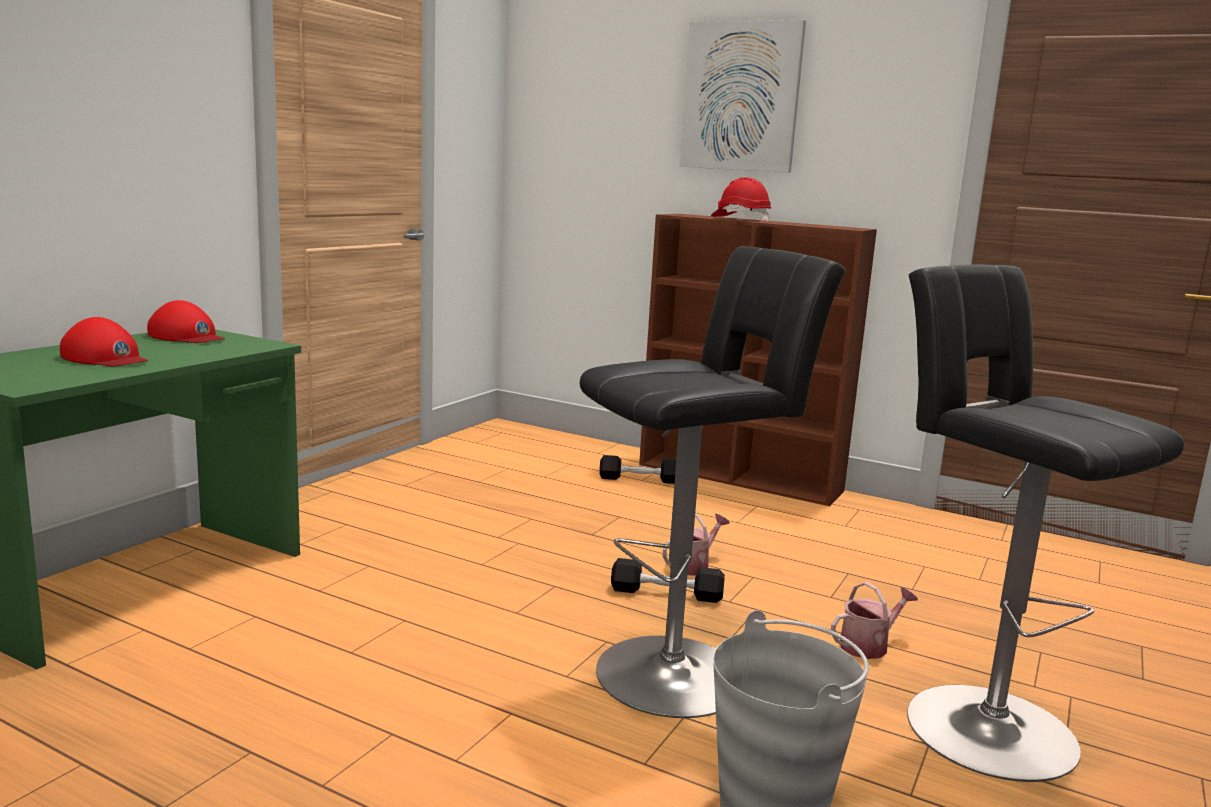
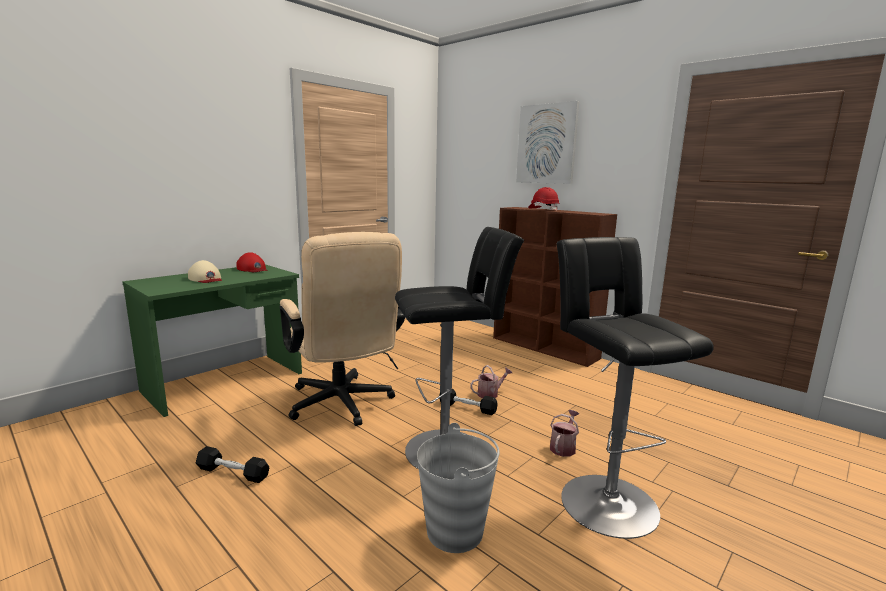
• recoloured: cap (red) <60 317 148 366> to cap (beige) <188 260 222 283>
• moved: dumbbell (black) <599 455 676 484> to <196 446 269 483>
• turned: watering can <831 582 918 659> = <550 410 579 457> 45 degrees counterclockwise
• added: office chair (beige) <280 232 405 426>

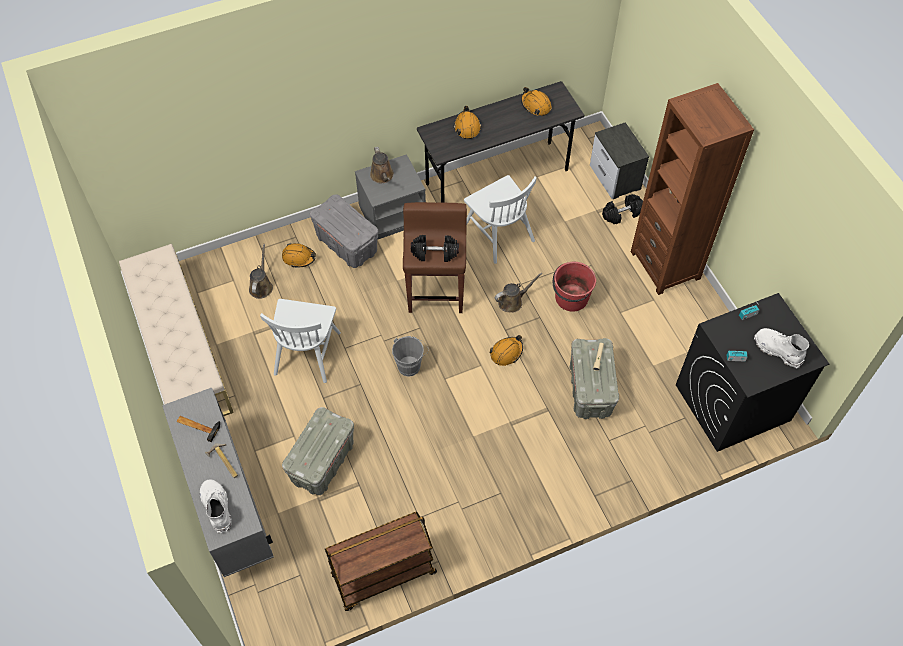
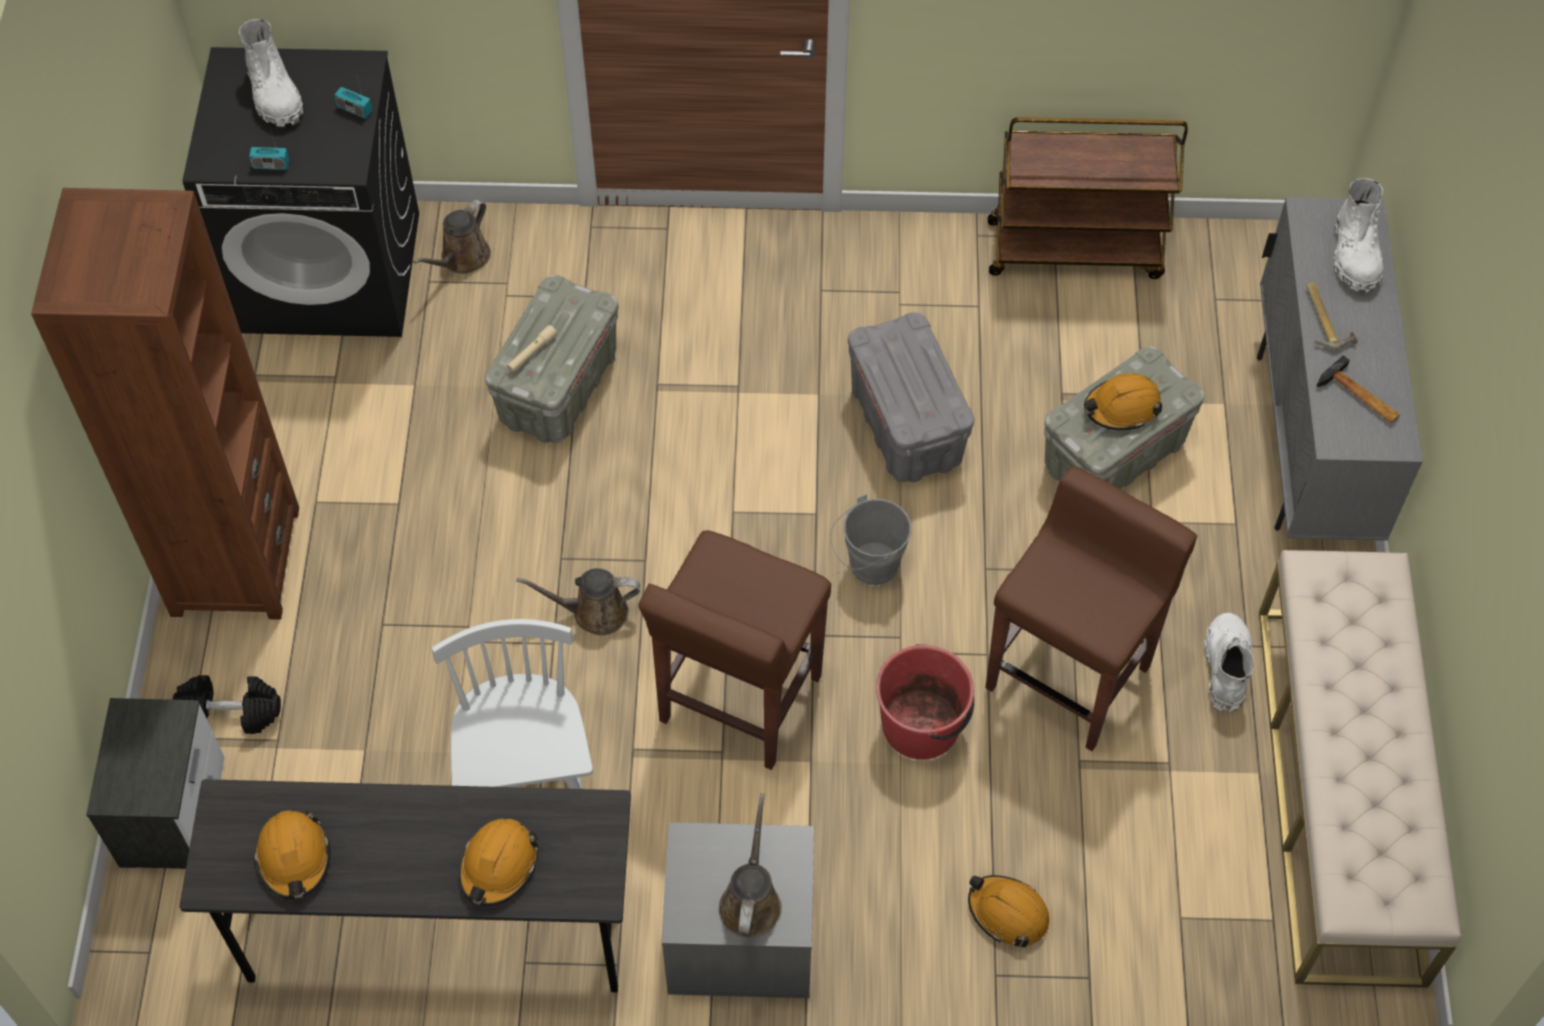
• moved: watering can (brown) <249 244 273 299> to <413 200 491 274>
• replaced: chair (white) <260 299 341 383> to stool (brown) <985 466 1198 751>
• moved: storage box (grey) <310 194 378 268> to <848 312 974 482>
• removed: dumbbell (black) <411 235 459 262>
• moved: hard hat (orange) <489 335 523 366> to <1084 373 1162 430>
• moved: bucket (red) <553 262 596 312> to <876 645 974 759>
• added: boot (white) <1204 613 1254 712>

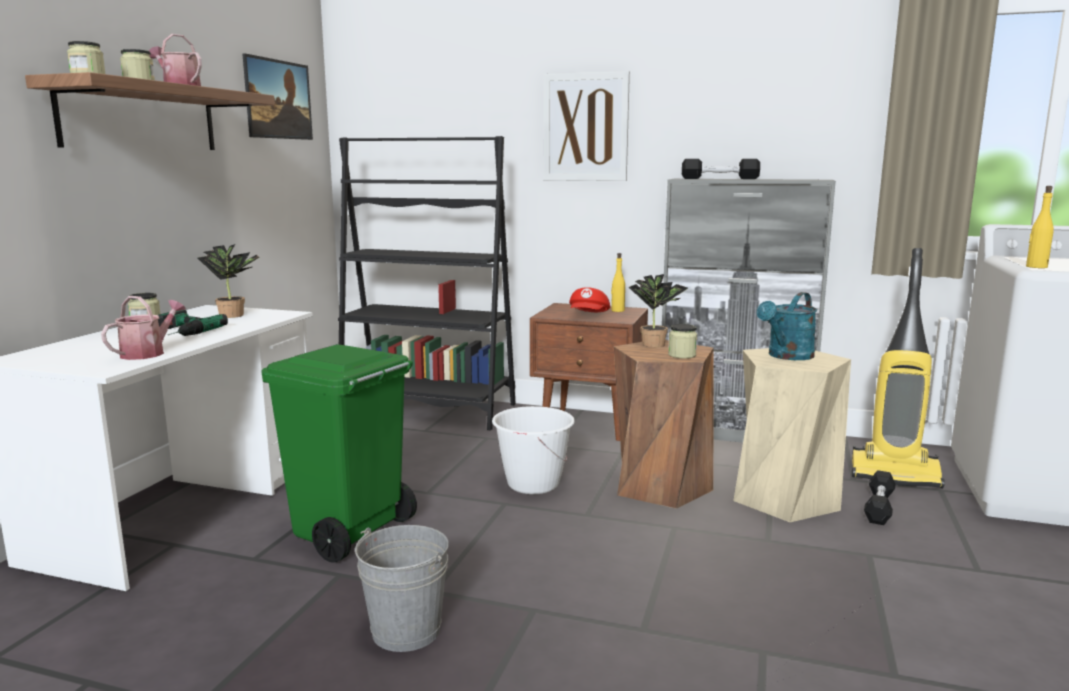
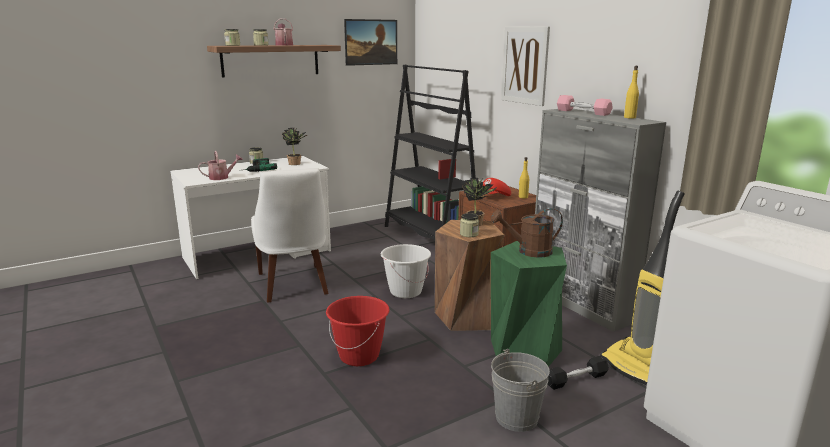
• replaced: trash can (green) <261 344 417 563> to chair (white) <251 168 329 303>
• moved: bucket (grey) <355 525 449 652> to <491 349 550 432>
• recoloured: dumbbell (black) <682 159 760 179> to dumbbell (pink) <557 95 613 116>
• recoloured: stool (beige) <733 348 851 522> to stool (green) <491 241 567 367>
• recoloured: watering can (turquoise) <757 292 817 360> to watering can (brown) <491 208 563 258>
• moved: bottle (yellow) <1026 186 1054 268> to <624 66 639 118>
• added: bucket (red) <326 296 390 366>

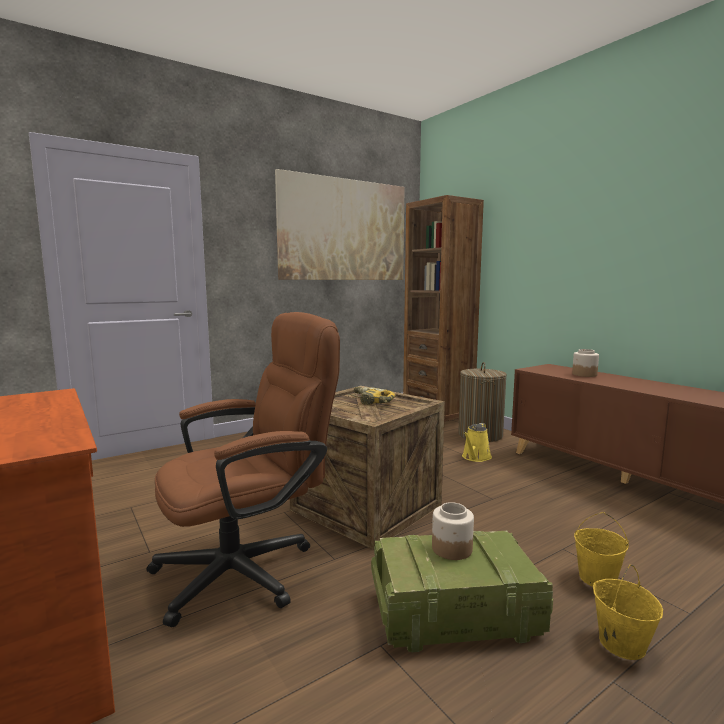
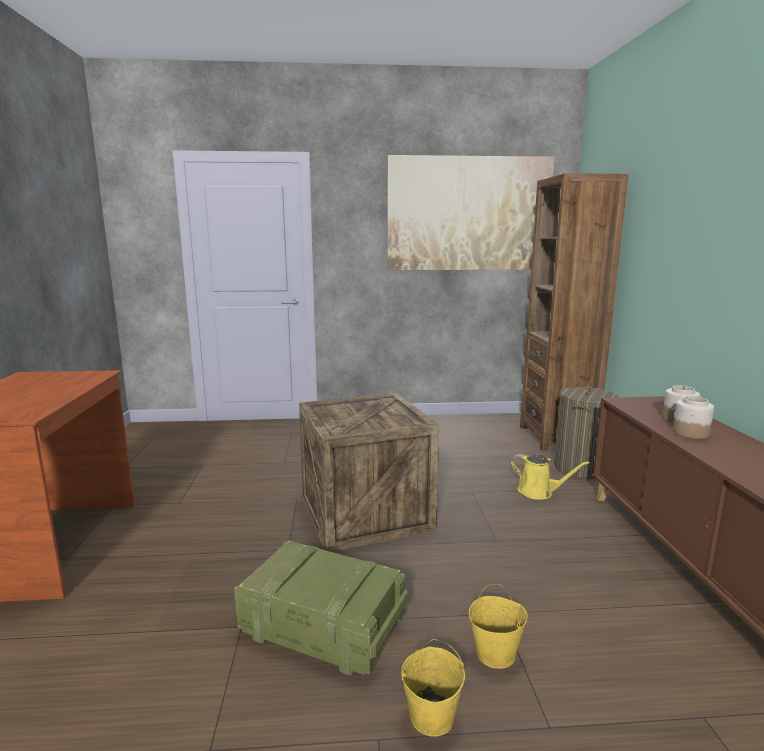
• removed: office chair (brown) <146 312 340 627>
• removed: power drill <348 387 396 405>
• moved: jar <432 502 474 560> to <673 396 714 439>
• turned: watering can (yellow) <462 423 492 462> = <511 454 590 500> 120 degrees counterclockwise

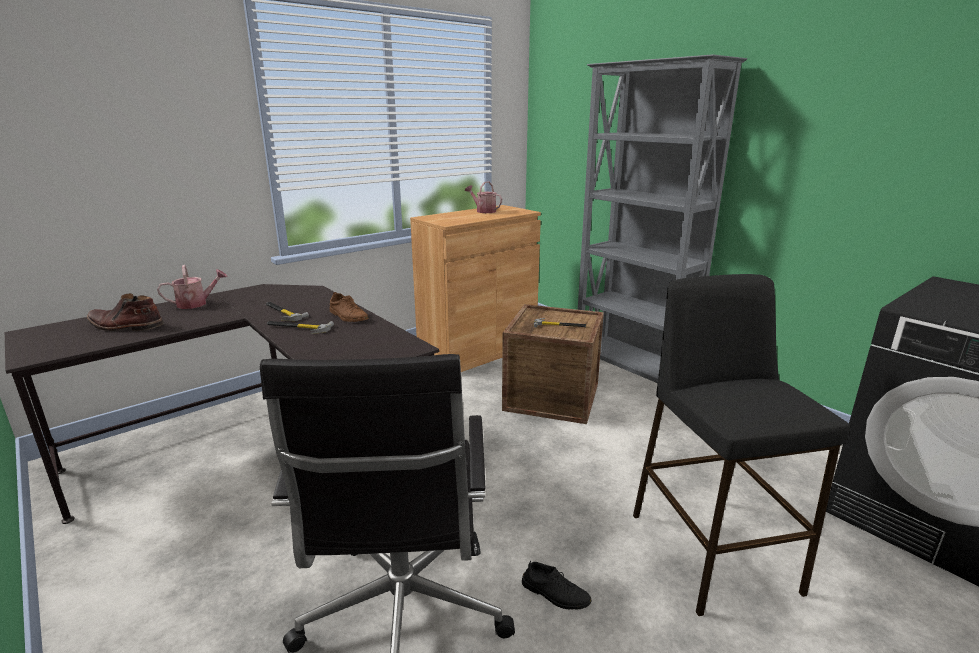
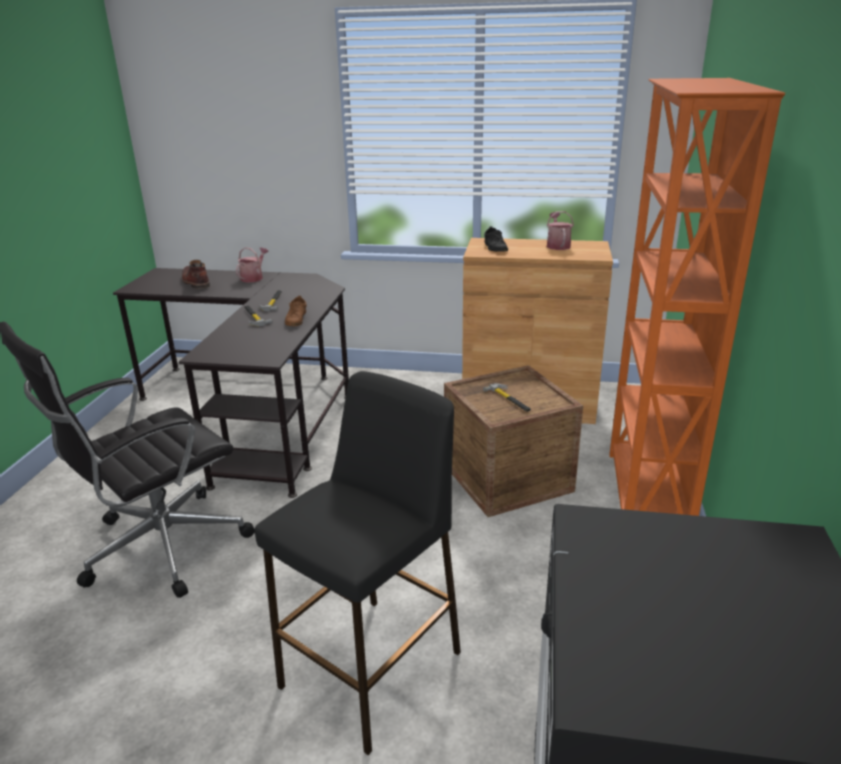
• turned: watering can <157 265 228 309> = <236 247 269 283> 90 degrees counterclockwise
• moved: shoe (black) <522 561 591 610> to <484 226 508 252>
• recoloured: bookcase (grey) <578 54 747 383> to bookcase (orange) <609 78 785 516>

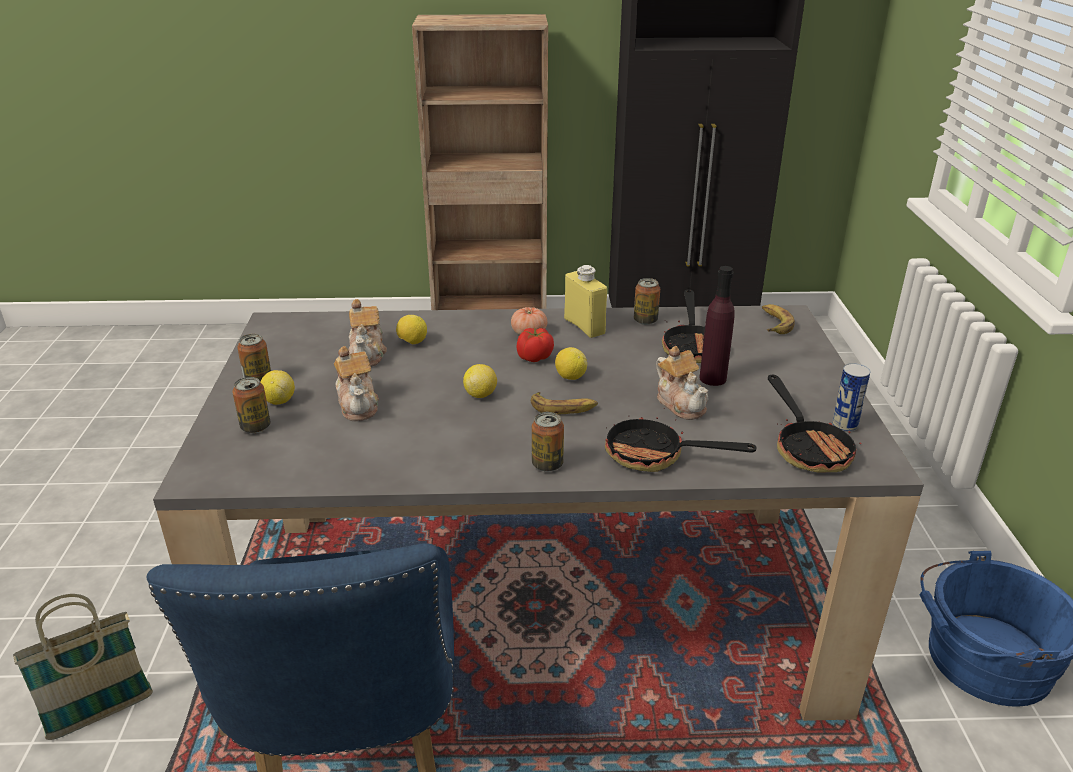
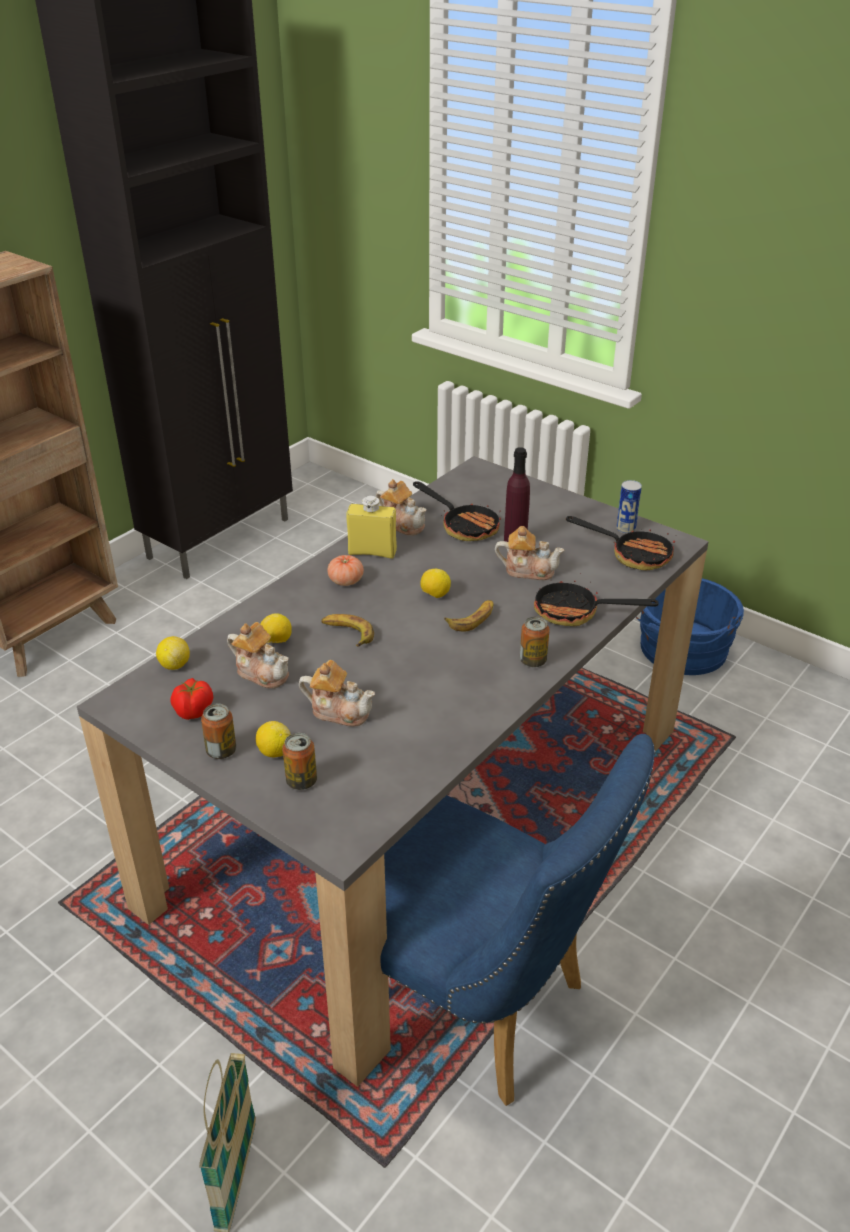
• moved: lemon <463 364 497 398> to <156 636 190 670>
• moved: tomato <517 328 554 362> to <170 678 213 720>
• turned: frying pan <605 408 757 472> = <534 580 659 626> 45 degrees clockwise
• replaced: can <634 278 660 325> to teapot <376 479 427 536>
• moved: banana <762 304 795 334> to <321 614 374 647>

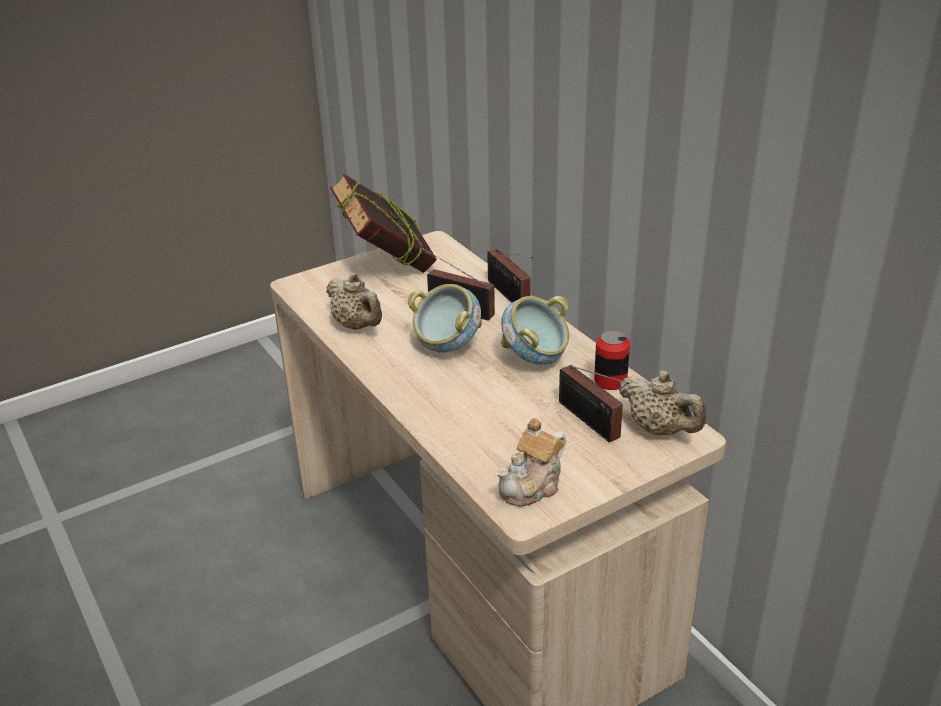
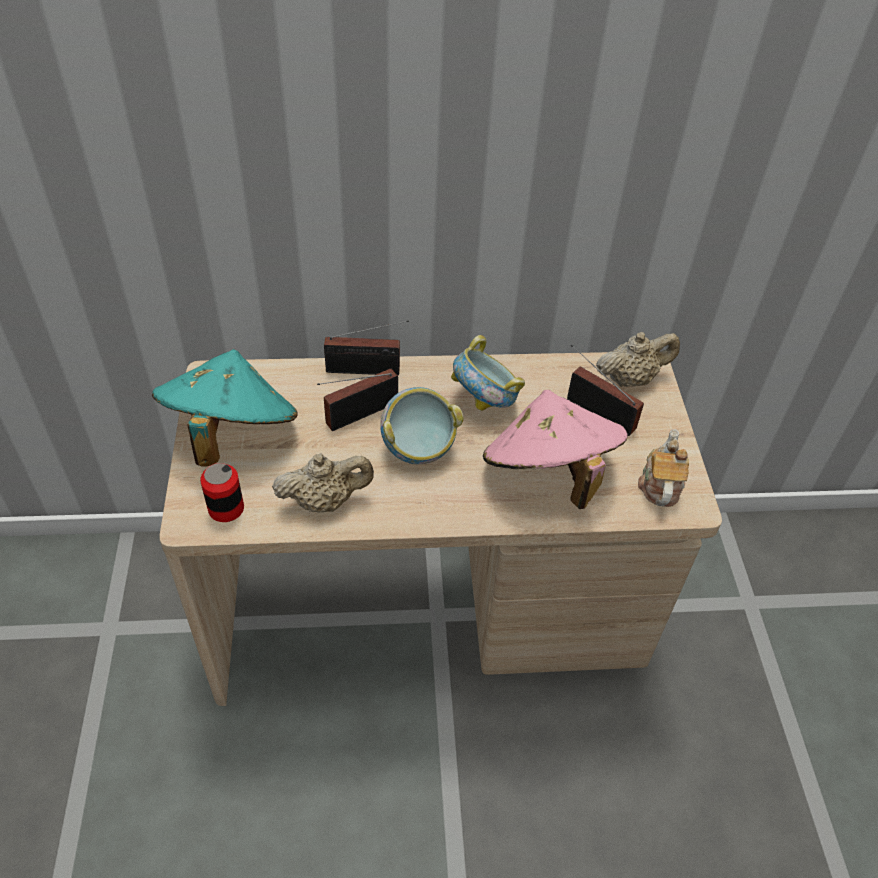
• replaced: book <330 173 437 273> to hat (turquoise) <152 349 298 467>
• turned: teapot <496 418 566 507> = <638 429 689 507> 150 degrees counterclockwise
• turned: radio <559 365 629 442> = <567 344 644 436> 135 degrees counterclockwise
• moved: can <594 331 630 390> to <200 463 244 522>
• added: hat (pink) <483 390 628 509>

